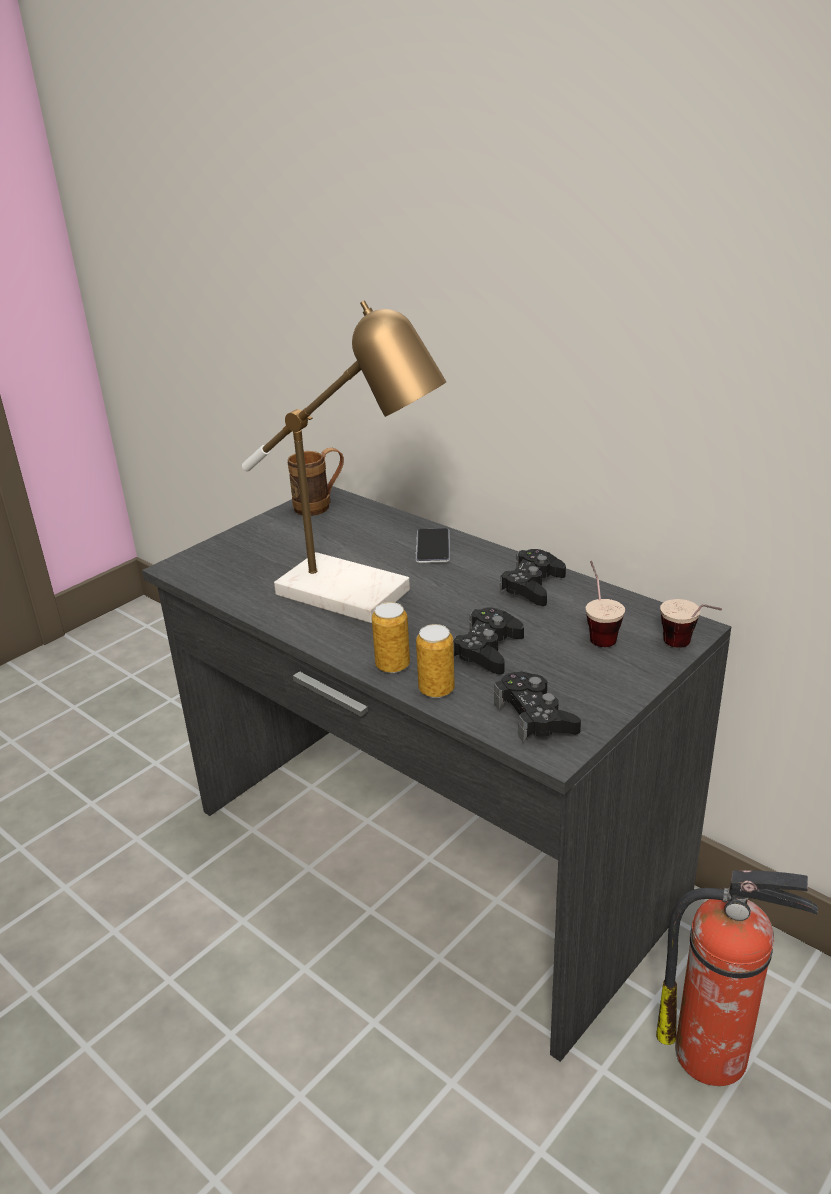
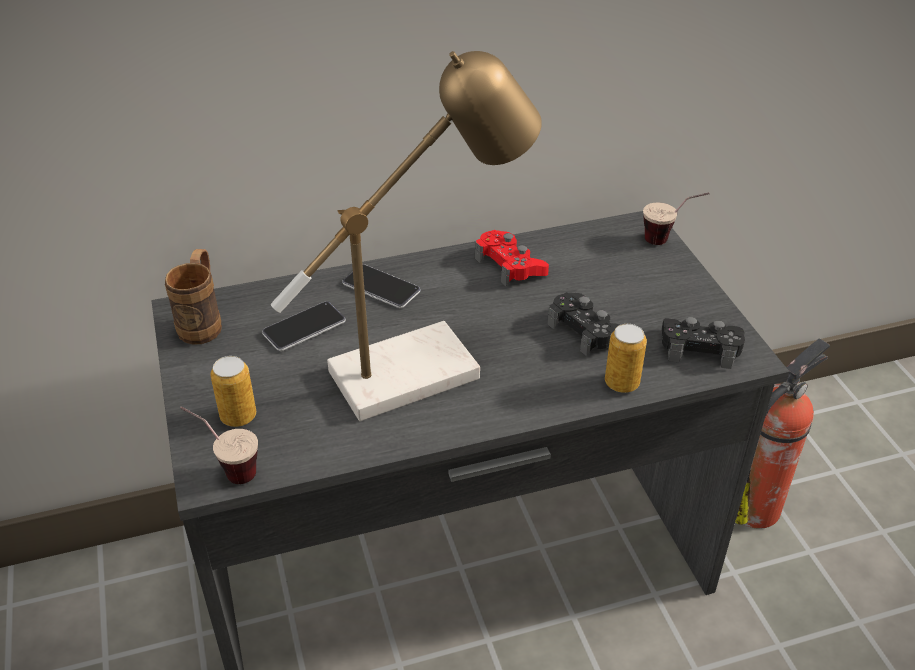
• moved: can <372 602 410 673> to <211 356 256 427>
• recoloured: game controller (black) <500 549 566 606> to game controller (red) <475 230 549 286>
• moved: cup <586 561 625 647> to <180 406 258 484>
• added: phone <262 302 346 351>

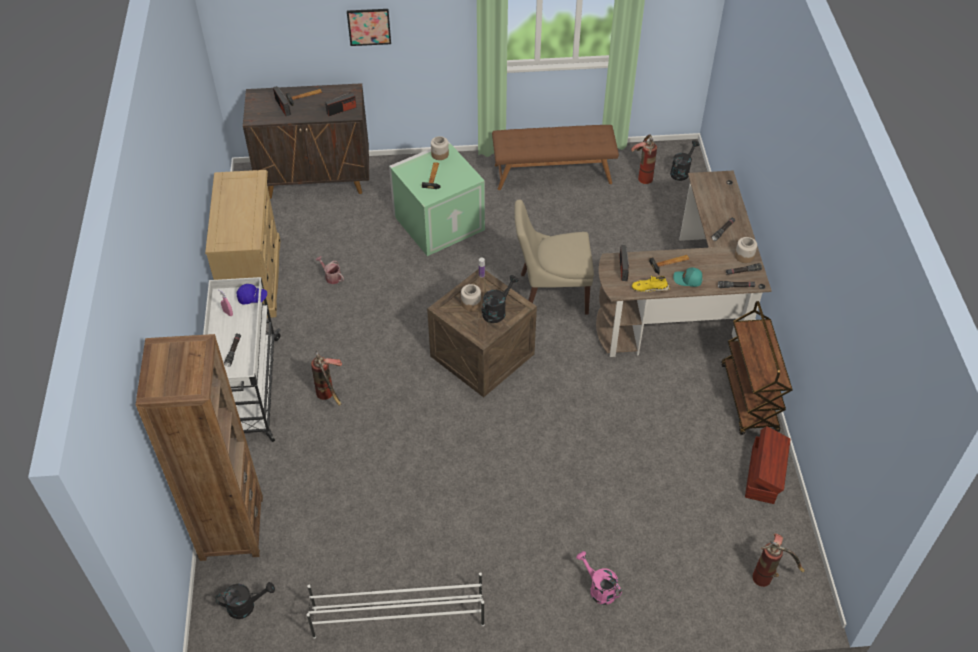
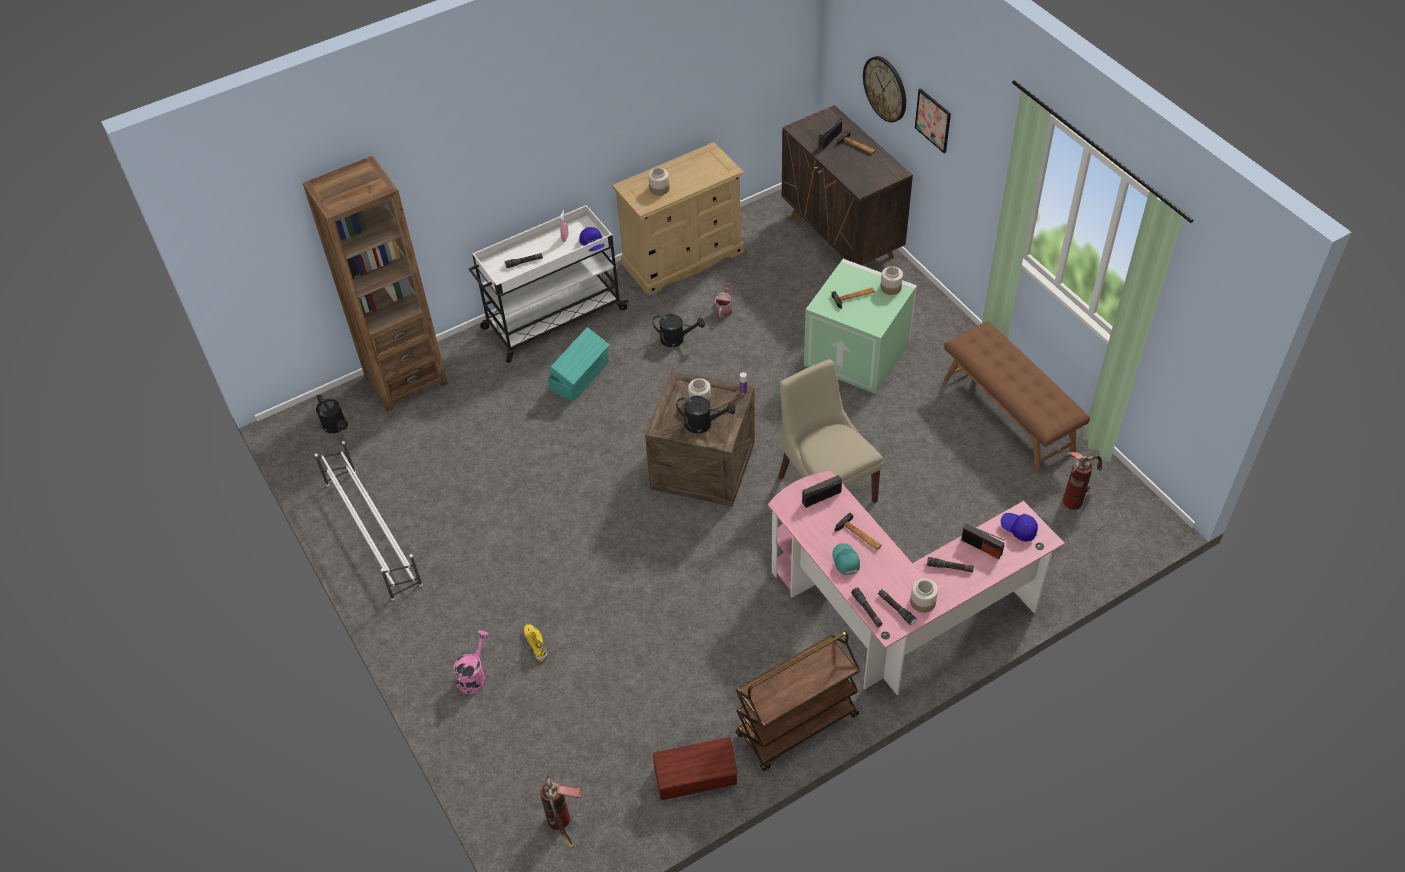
• replaced: fire extinguisher <311 350 342 406> to storage box (turquoise) <548 327 609 402>
• moved: radio <325 91 357 116> to <961 524 1005 559>
• recoloured: desk (brown) <596 171 772 357> to desk (pink) <768 471 1065 695>
• moved: shoe (yellow) <632 275 670 292> to <524 624 548 662>
• moved: watering can (black) <670 140 700 181> to <652 314 705 347>
• added: jar <648 168 670 196>
• added: wall clock <863 56 906 122>
• added: cap (blue) <1001 513 1038 542>

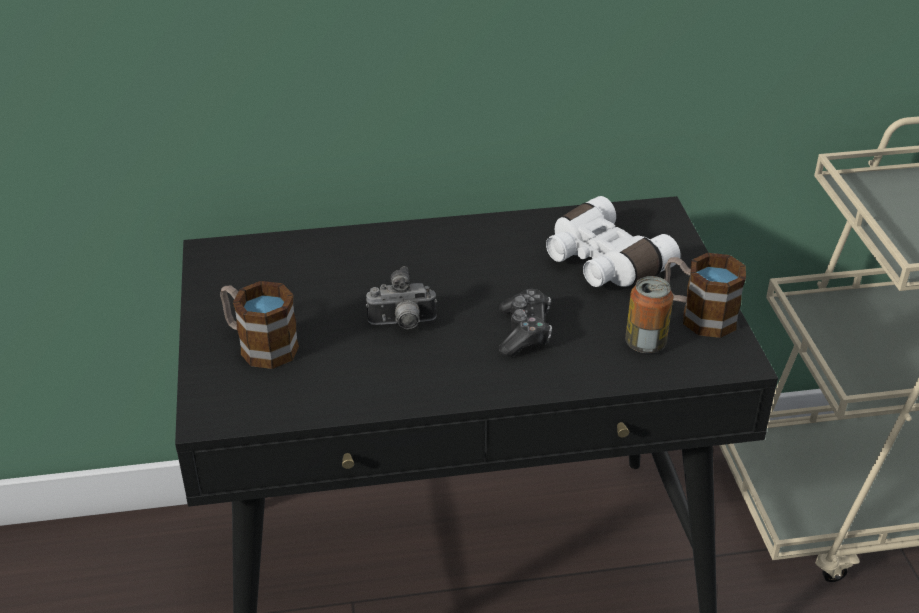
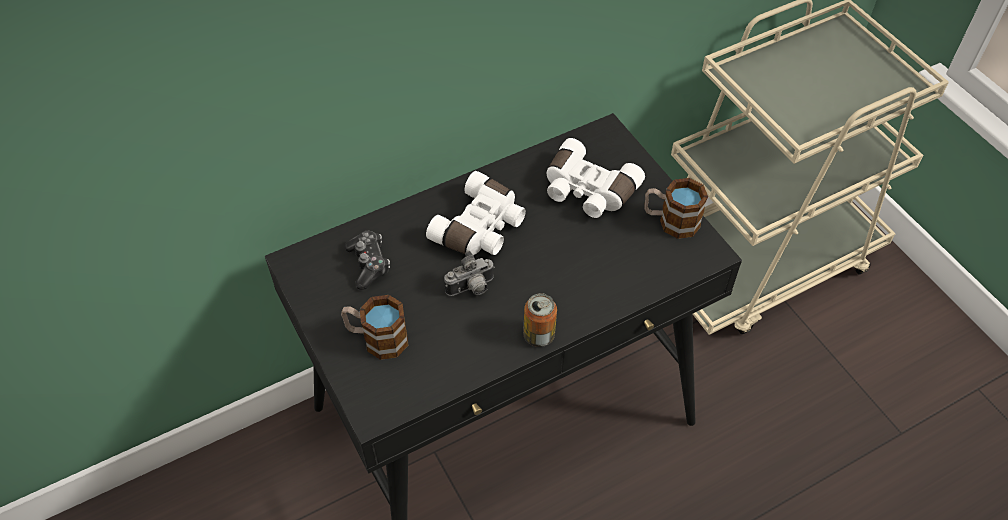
• moved: game controller <499 289 552 357> to <345 231 390 290>
• moved: can <625 276 673 353> to <523 293 557 347>
• added: binoculars (white) <426 171 526 255>

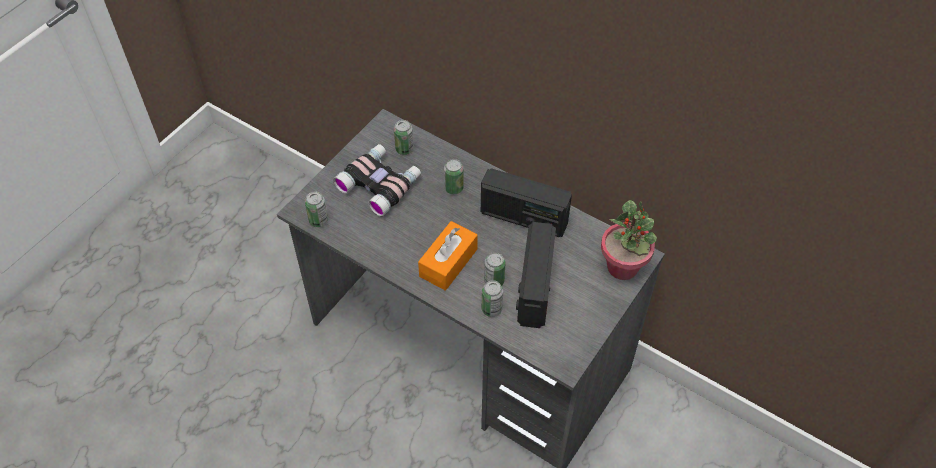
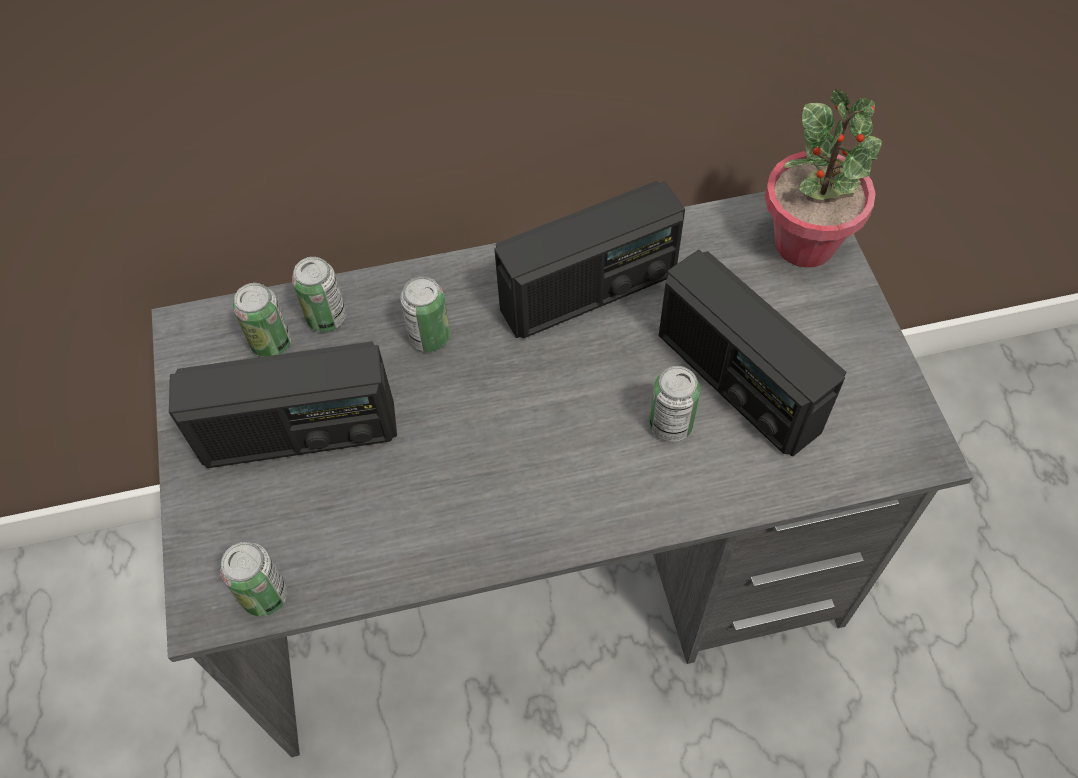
• replaced: binoculars <333 144 421 217> to radio <169 341 397 468>
• removed: tissue box (orange) <418 221 478 290>
• moved: can <482 280 503 317> to <292 257 346 332>

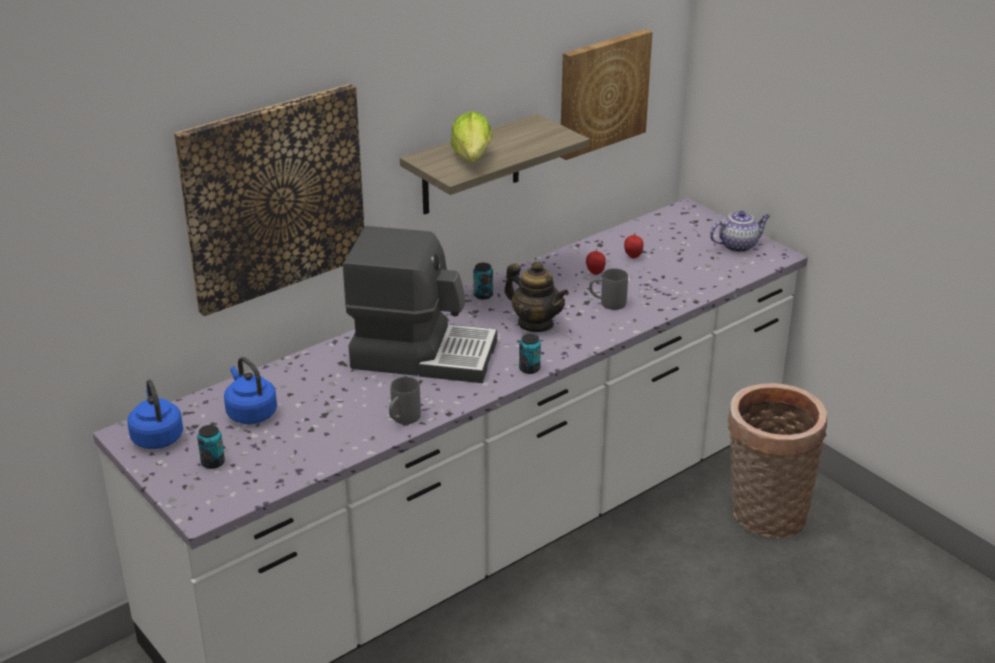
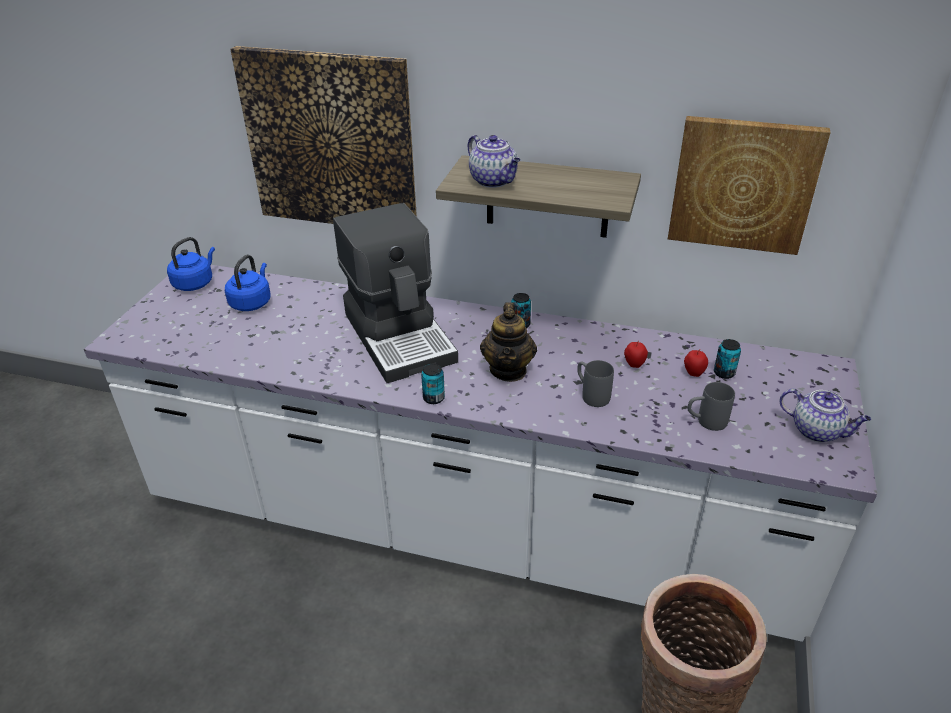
• moved: can <197 425 225 469> to <714 339 741 379>
• moved: mug (grey) <389 377 421 424> to <687 382 735 431>
• replaced: lettuce <451 111 492 163> to teapot <468 135 520 188>

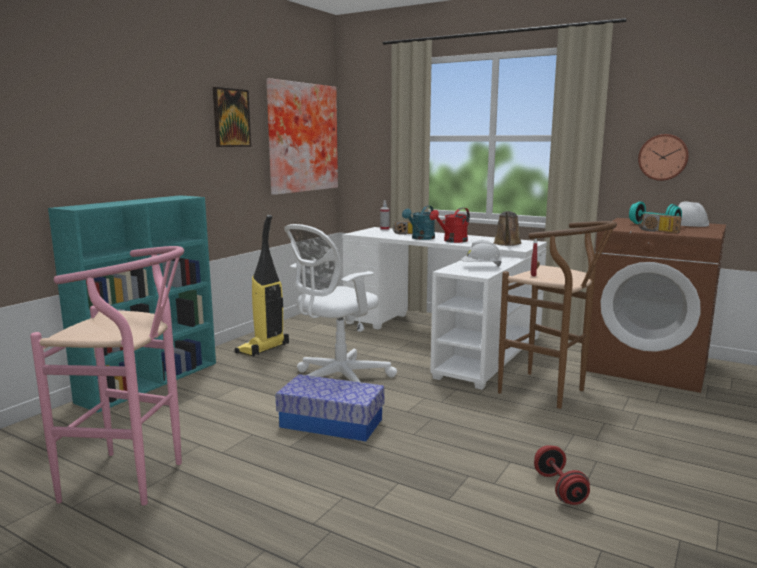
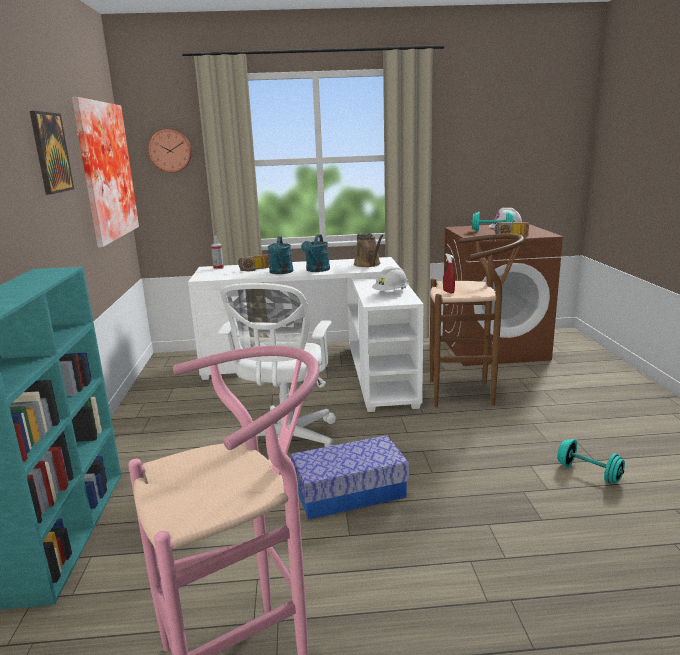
• removed: vacuum cleaner <235 215 289 356>
• recoloured: watering can (red) <430 208 470 243> to watering can (turquoise) <301 235 330 272>
• recoloured: dumbbell (red) <534 445 590 505> to dumbbell (turquoise) <557 439 625 483>
• moved: wall clock <638 134 689 181> to <149 129 192 172>

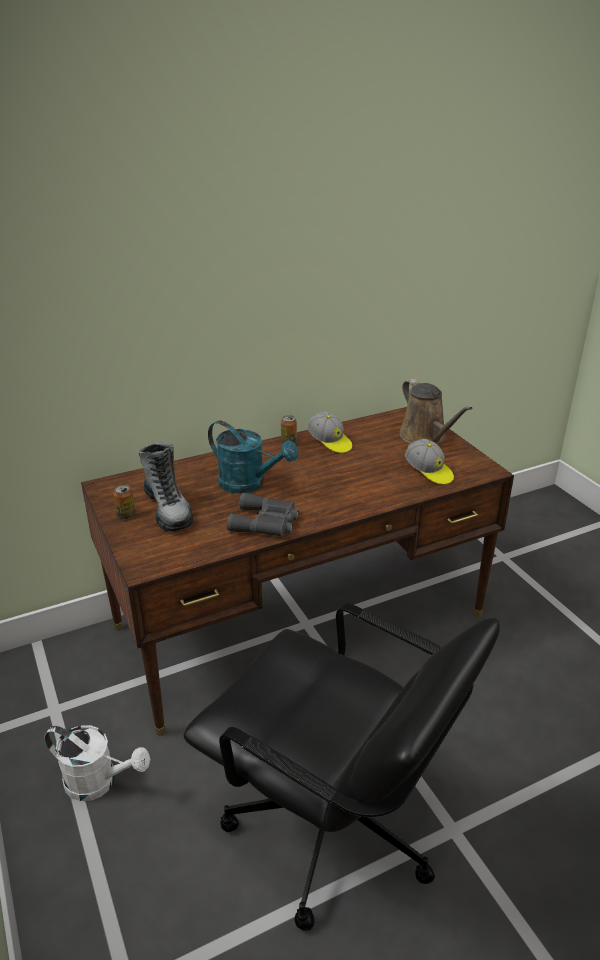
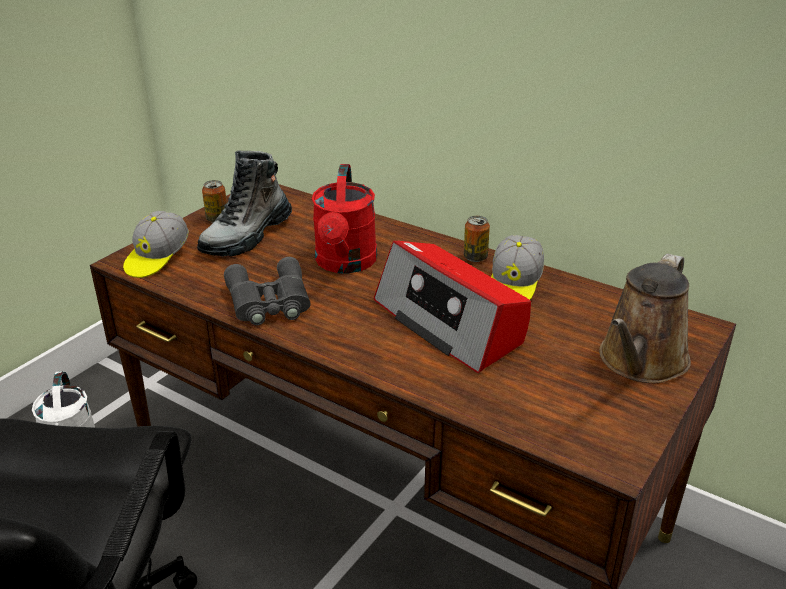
• recoloured: watering can (turquoise) <208 420 298 494> to watering can (red) <312 164 377 274>
• moved: cap <405 439 454 485> to <123 211 189 278>
• added: radio <374 241 531 373>

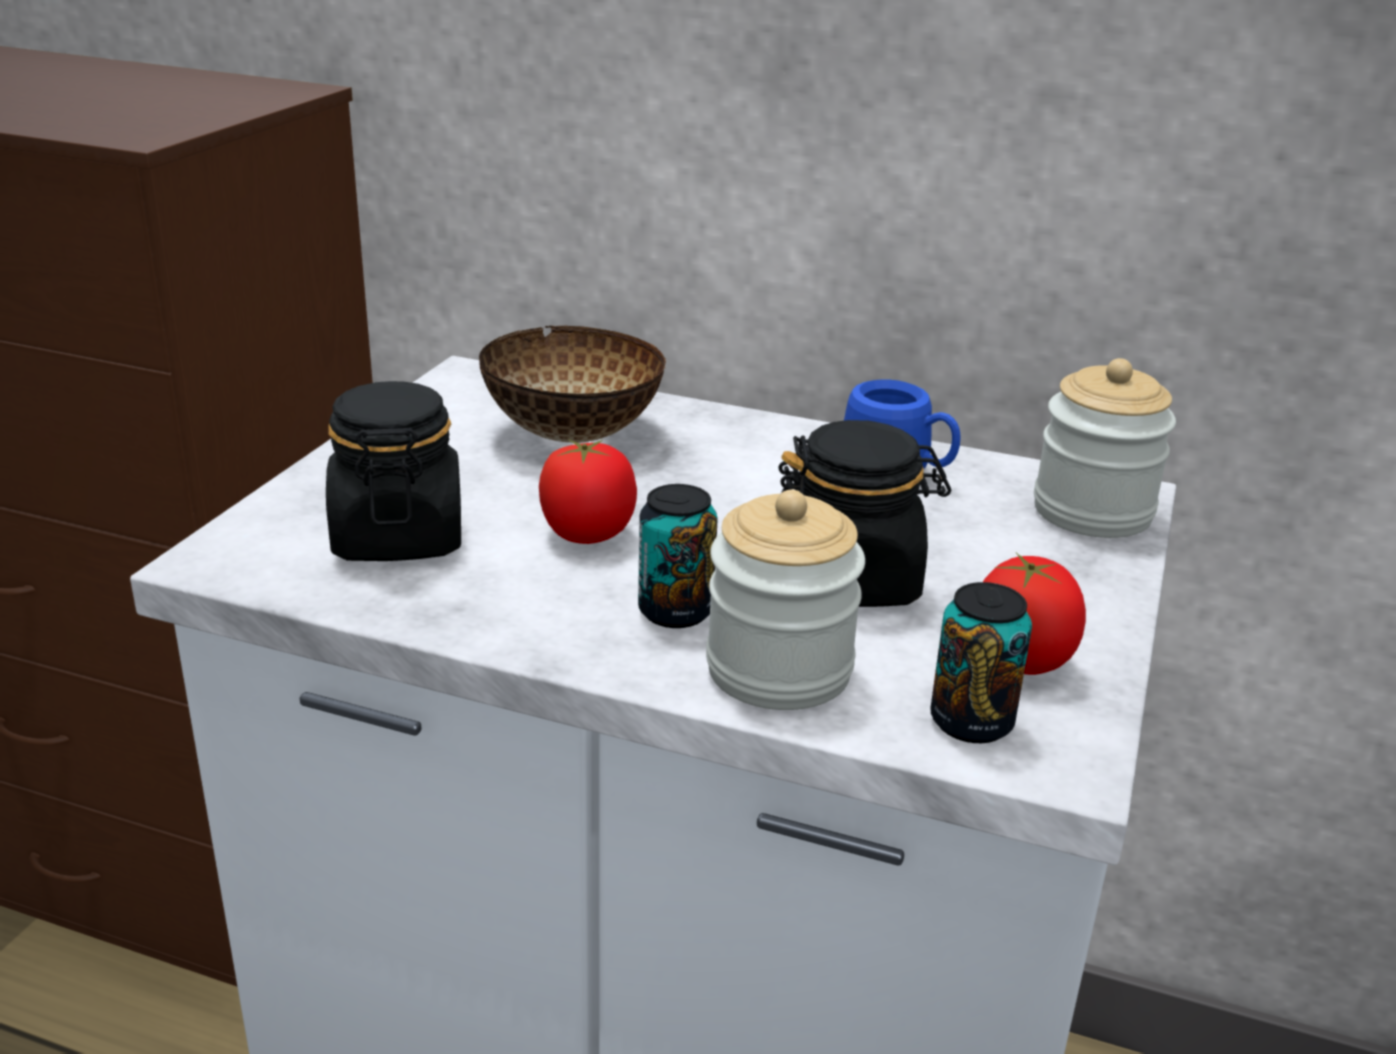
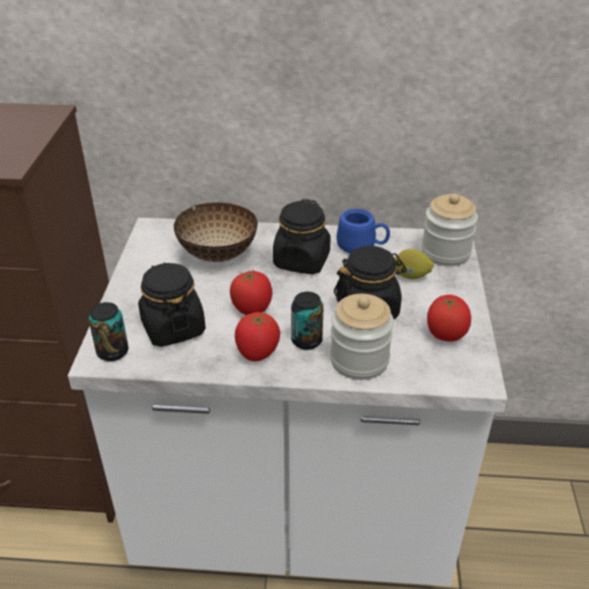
• moved: can <930 582 1032 743> to <89 302 128 361>
• added: tomato <235 312 280 361>
• added: jar (black) <273 199 331 274>
• added: lemon <394 249 434 279>

